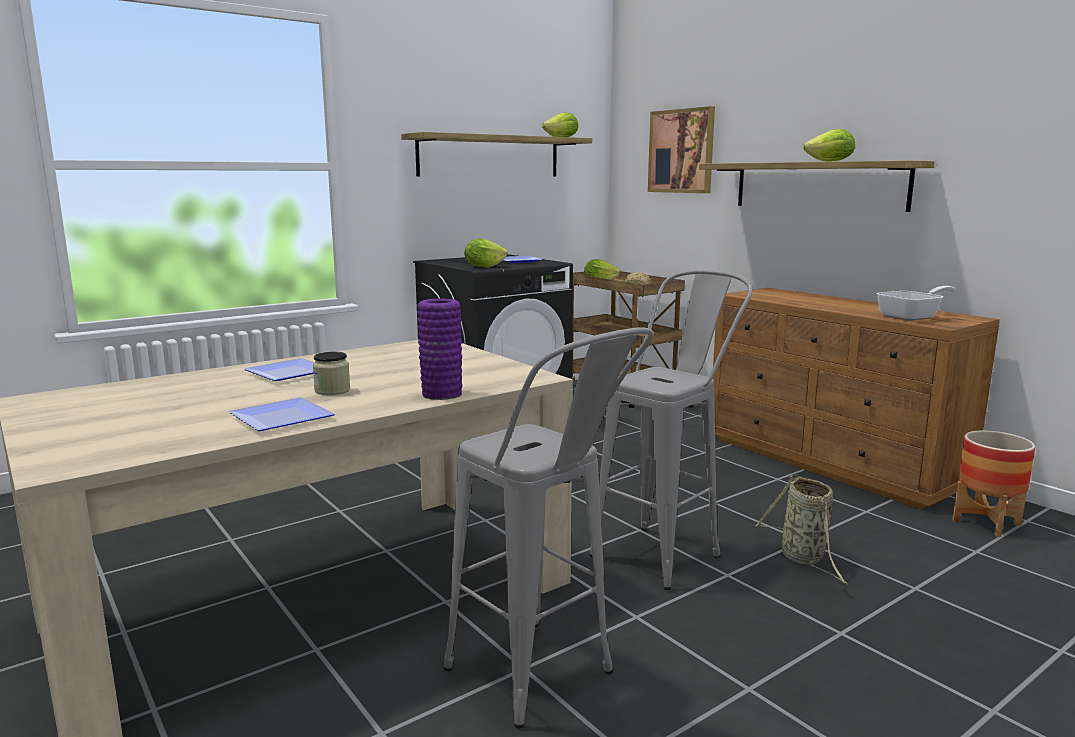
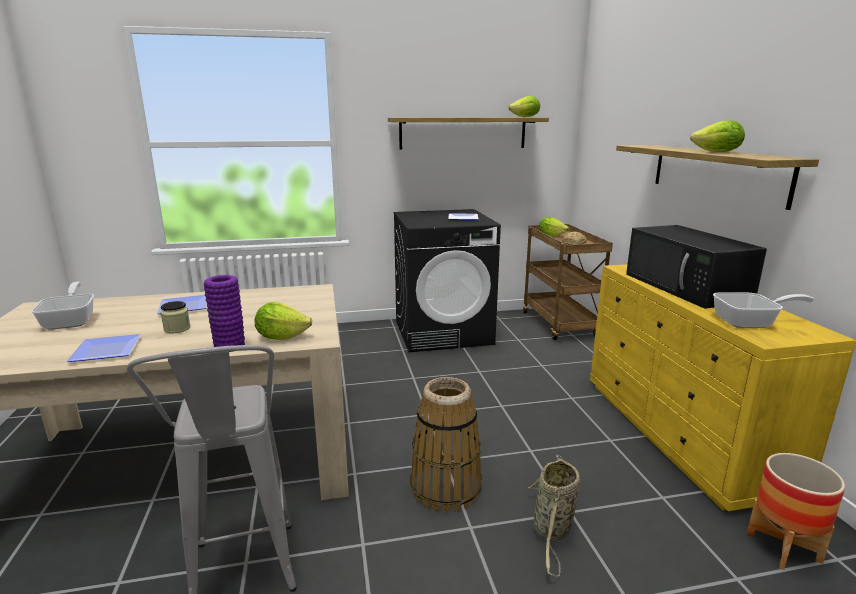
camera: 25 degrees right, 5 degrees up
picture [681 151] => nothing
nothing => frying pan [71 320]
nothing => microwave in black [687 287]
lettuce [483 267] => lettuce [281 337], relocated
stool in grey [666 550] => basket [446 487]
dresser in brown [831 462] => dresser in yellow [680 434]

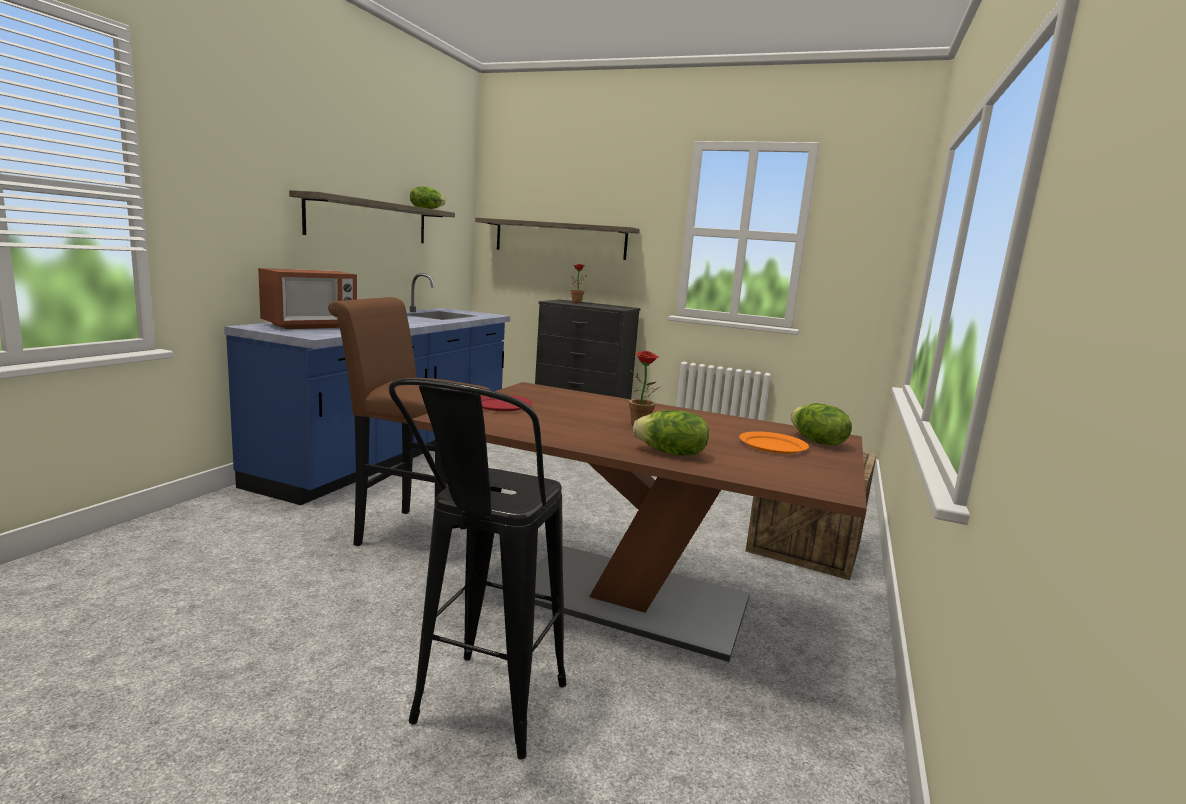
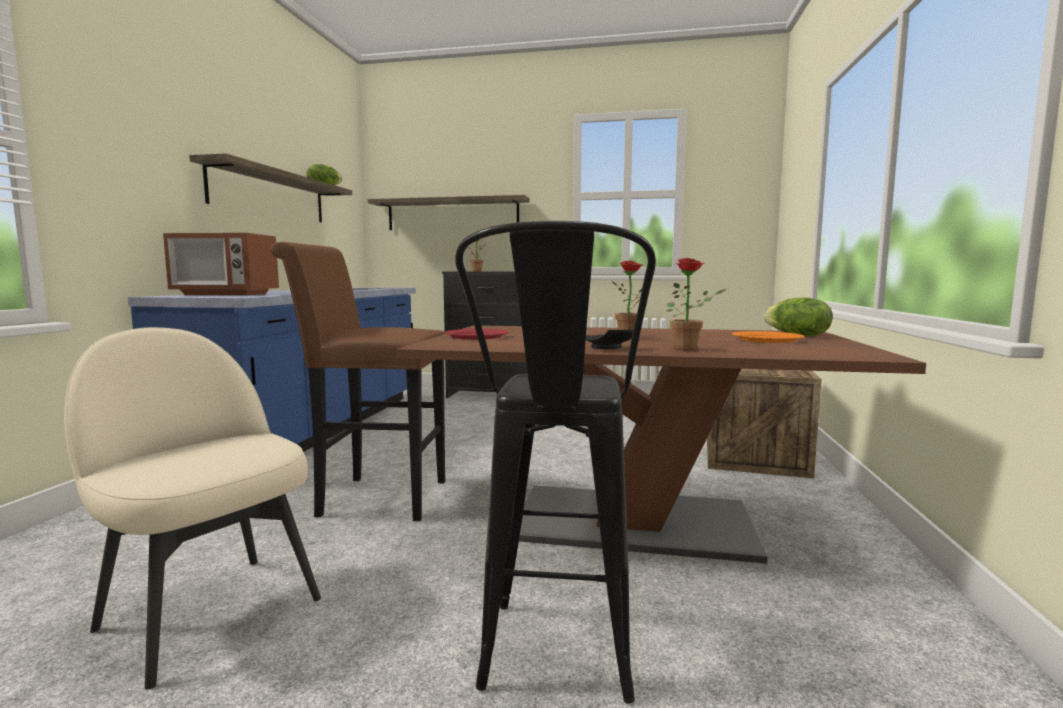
camera: 10 degrees left, 5 degrees down
nothing => chair in beige [208 611]
nothing => plate in black [609 348]
lettuce [671 453] => potted plant [690 349]
microwave [310 326] => microwave [225 294], 60 degrees clockwise

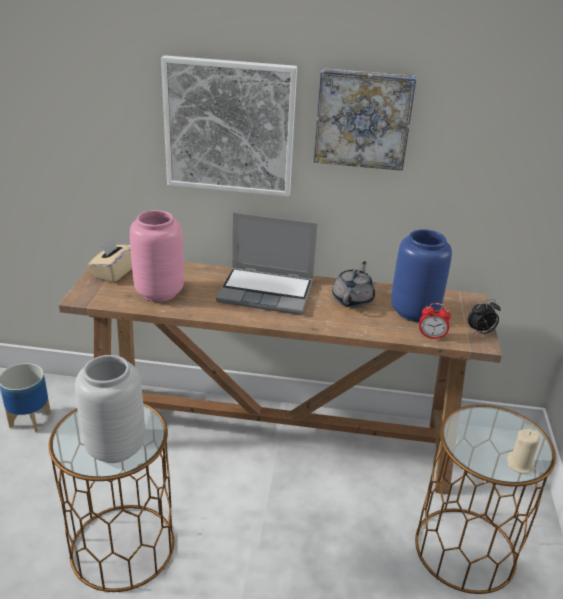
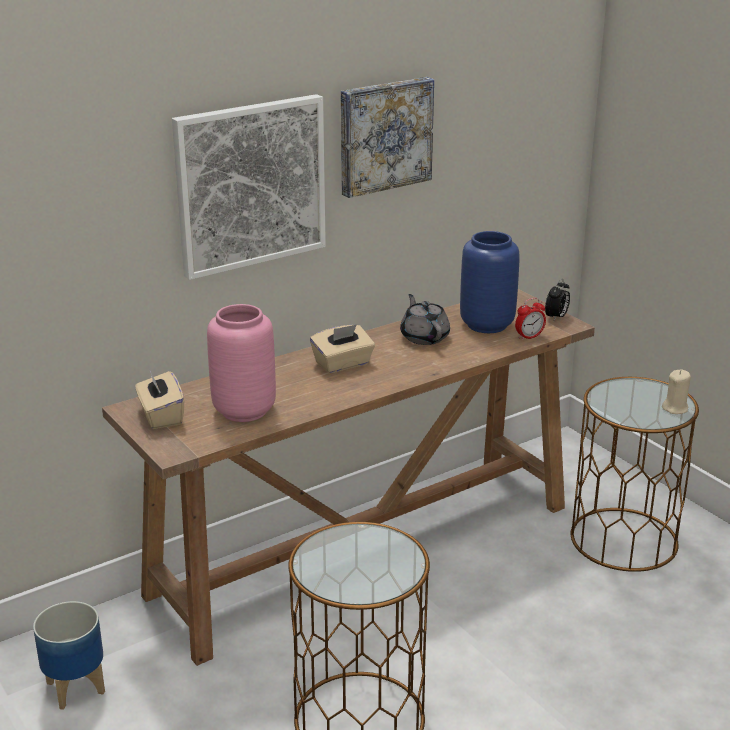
camera: 40 degrees left, 5 degrees down
vase in grey [115 448] => nothing
laptop [267 292] => tissue box in beige [343 364]

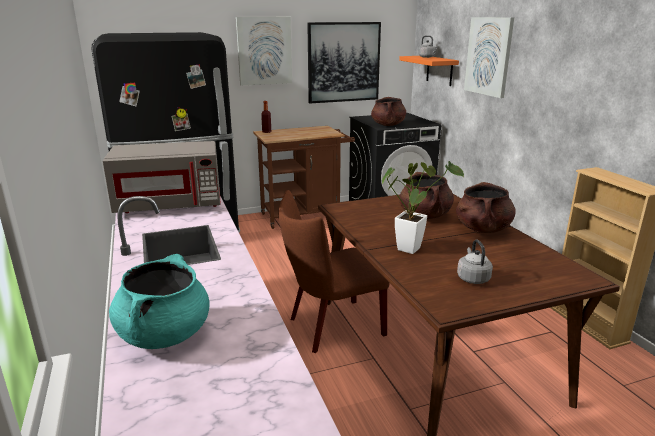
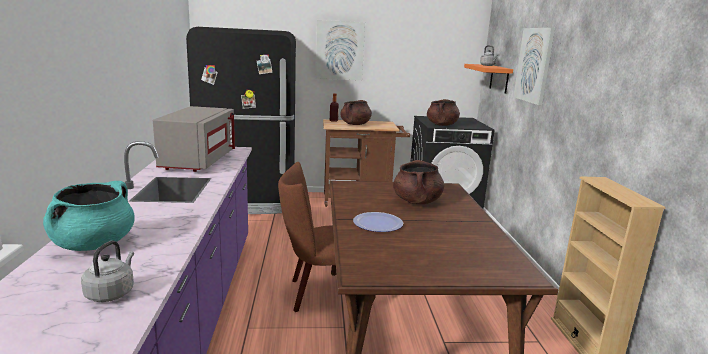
camera: 15 degrees right, 5 degrees down
picture [343 62] => nothing
cooking pot in brown [483 229] => cooking pot in brown [355 124], relocated
kettle in grey [472 278] => kettle in grey [111 293], relocated
potted plant [411 247] => plate [378 223]
microwave in grey [170 205] => microwave in grey [198 161], 90 degrees counterclockwise

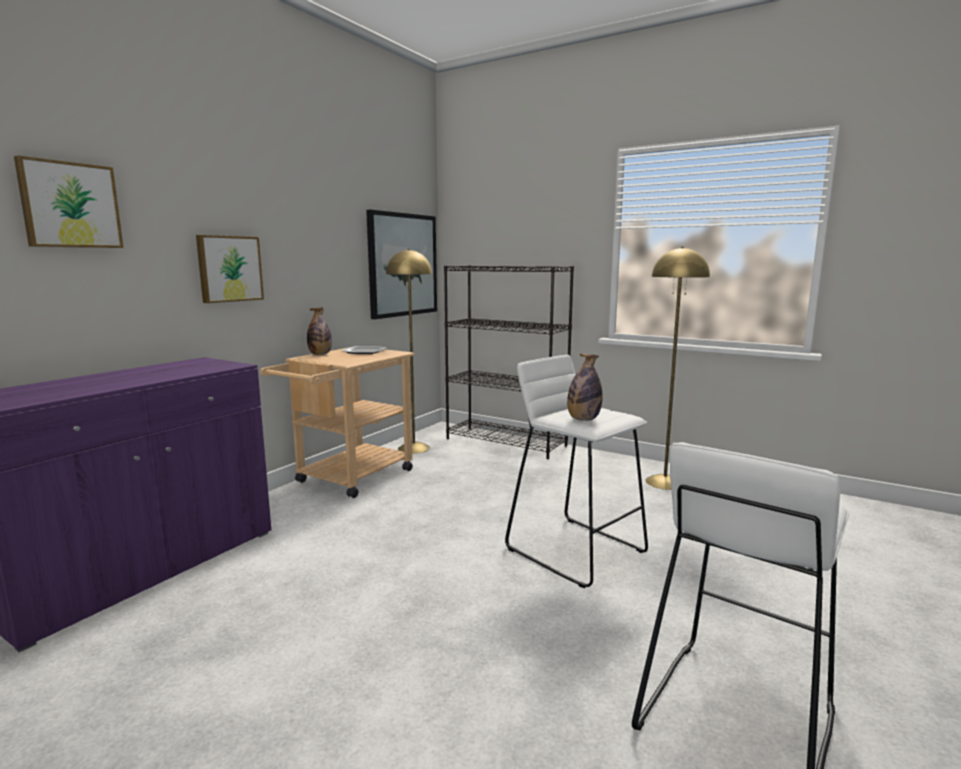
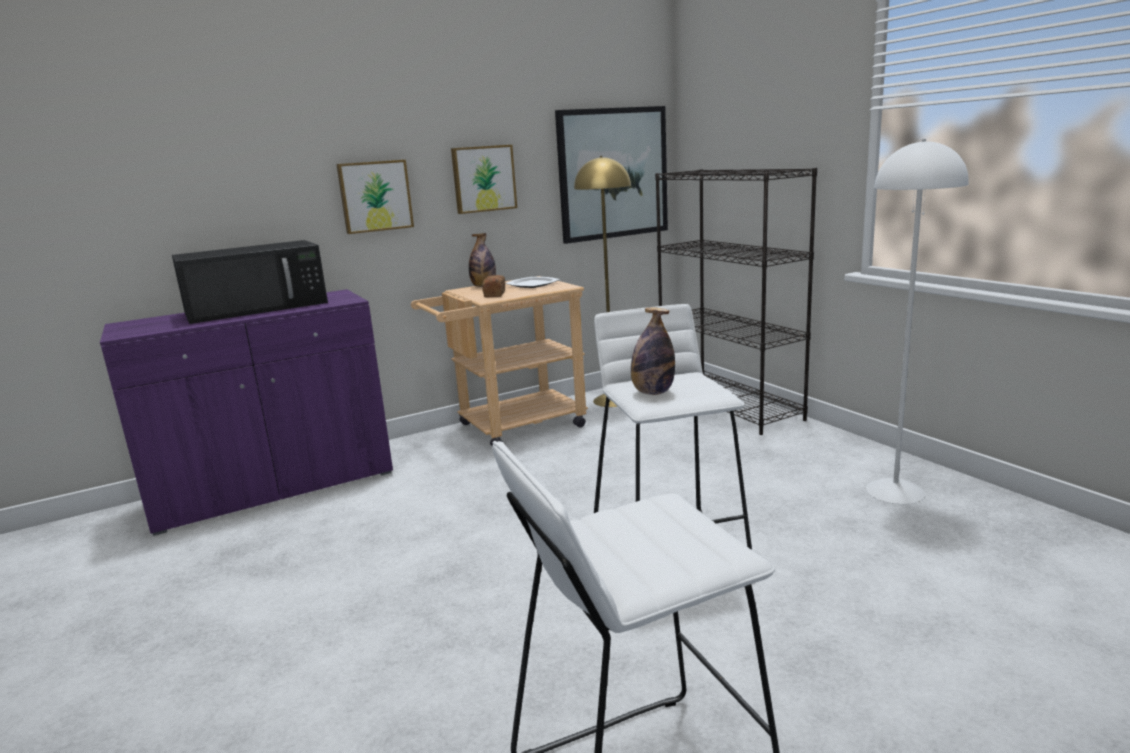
camera: 30 degrees right, 5 degrees up
nothing => microwave in black [258 307]
nothing => bread [494 294]
picture [70 205] => picture [483 179], relocated
floor lamp in yellow [665 482] => floor lamp in white [895 491]

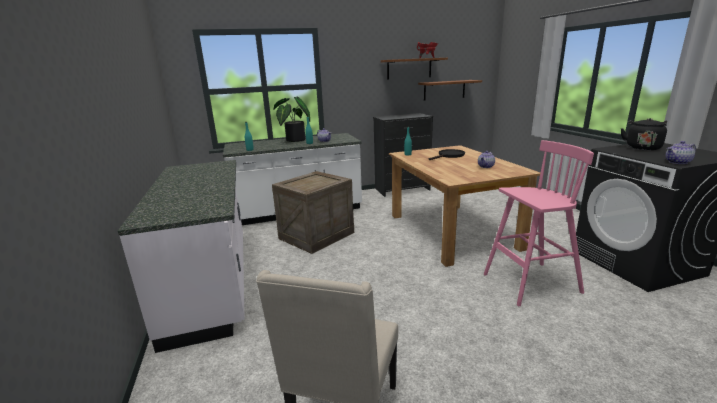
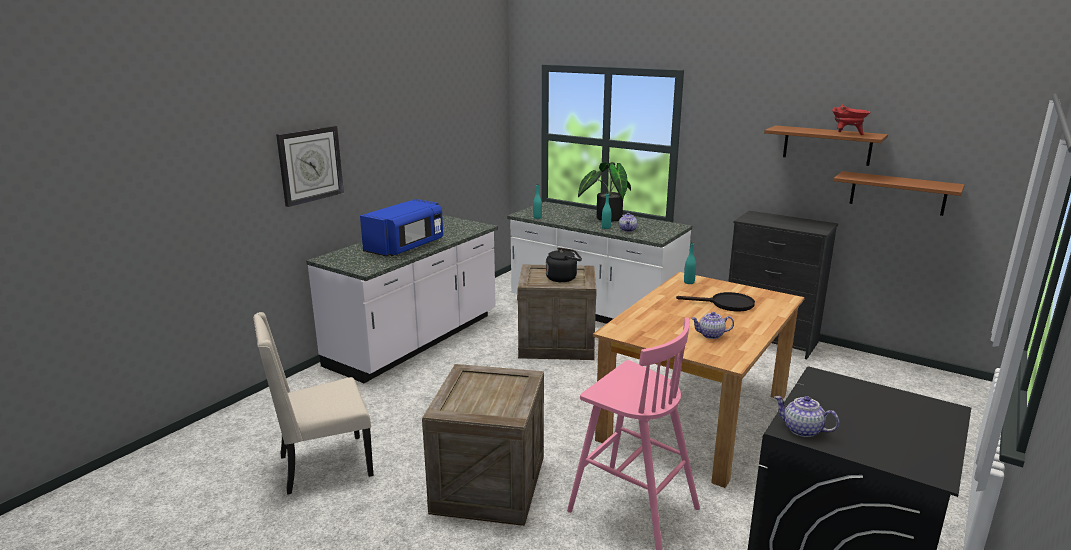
camera: 50 degrees right, 0 degrees up
nothing => wall clock [310 165]
nothing => microwave in blue [406 247]
nothing => crate [489 484]
kettle in black [642 148] => kettle in black [563 278], relocated

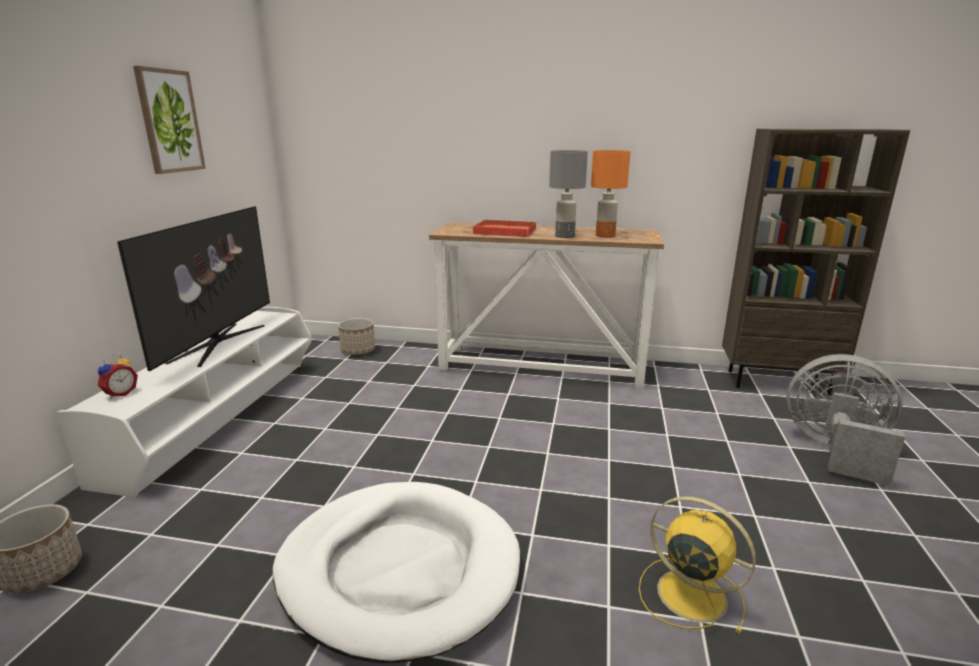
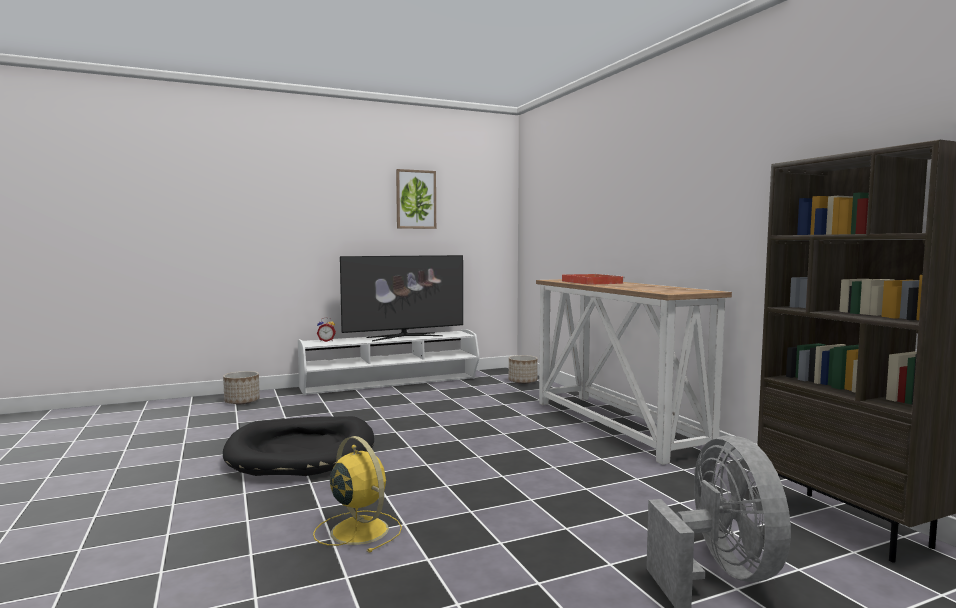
camera: 55 degrees right, 15 degrees down
table lamp in grey [564 236] => nothing
table lamp in orange [605 236] => nothing
dog bed in white [399 569] => dog bed in black [301 452]
fan in yellow [688 593] => fan in yellow [358 530], 45 degrees counterclockwise

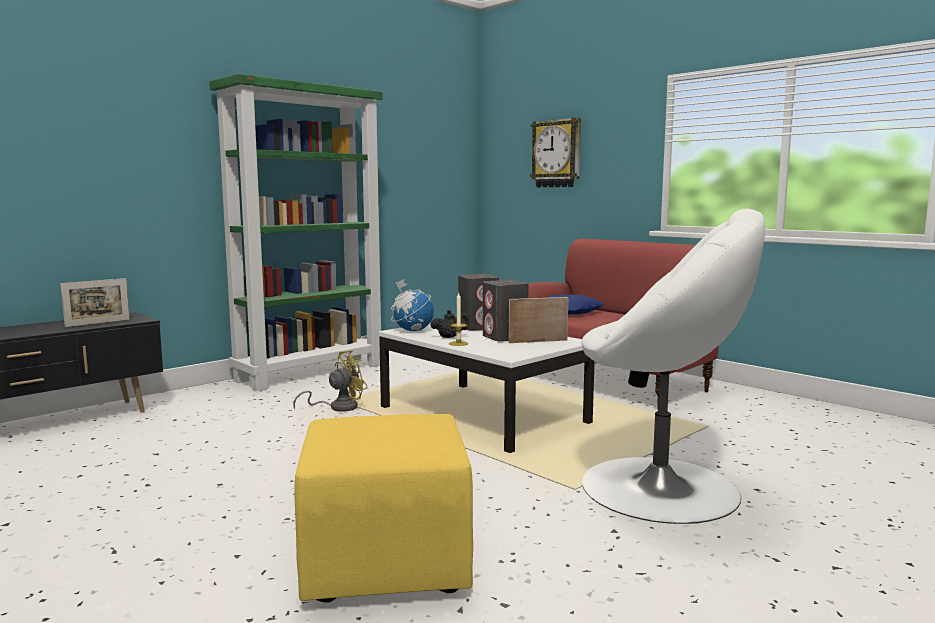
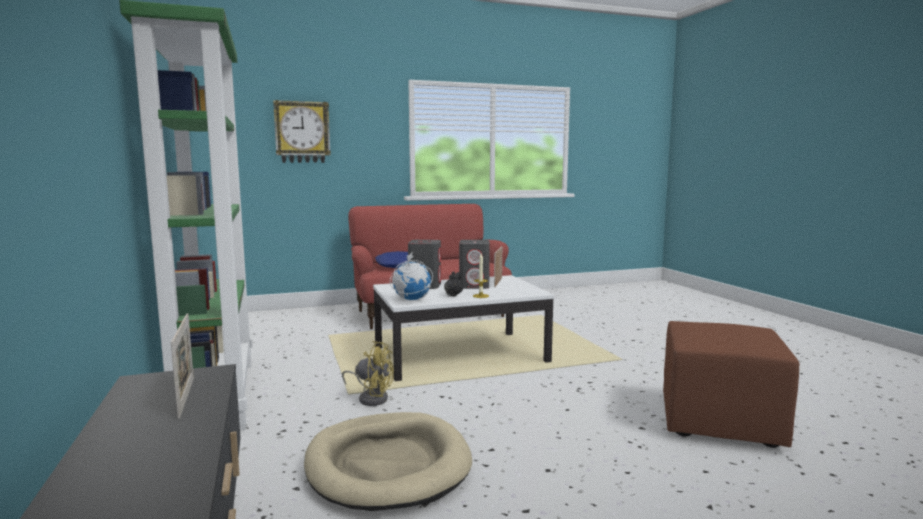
camera: 65 degrees left, 0 degrees up
armchair in white [662 488] => nothing
nothing => dog bed in beige [388 465]
ottoman in yellow [383 563] => ottoman in brown [720 423]
fan in yellow [338 407] => fan in yellow [371 398], 120 degrees clockwise

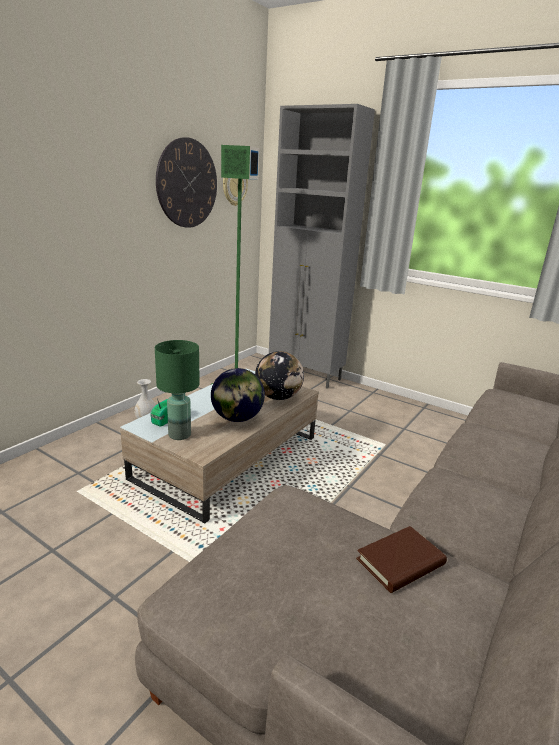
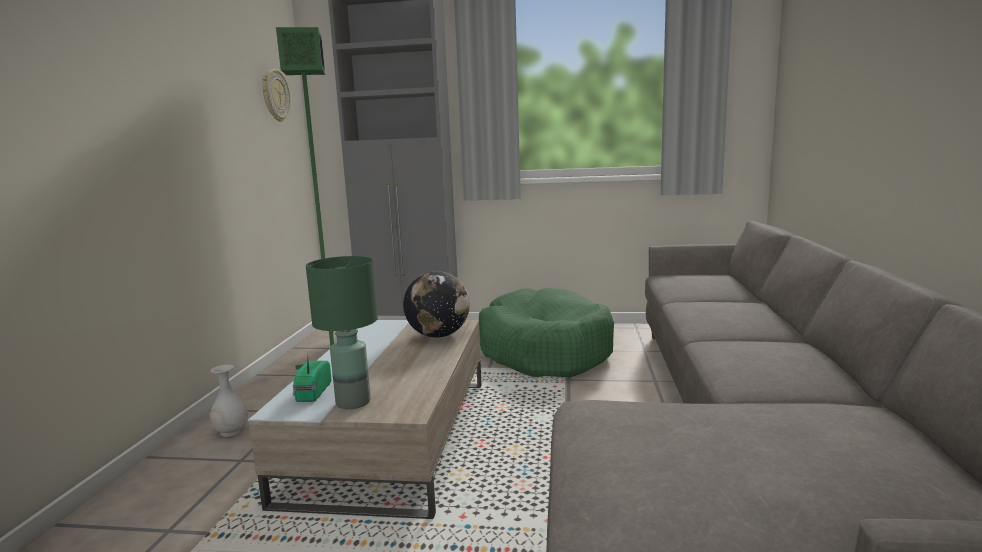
camera: 25 degrees left, 10 degrees down
wall clock [187 183] => nothing
globe [237 418] => nothing
book in brown [400 562] => nothing
nothing => dog bed in green [544 351]

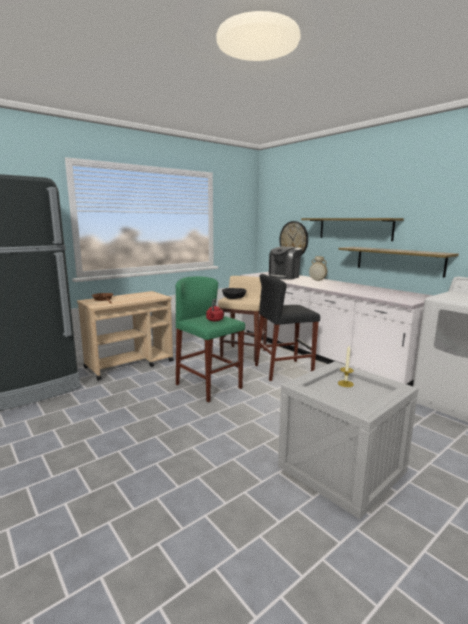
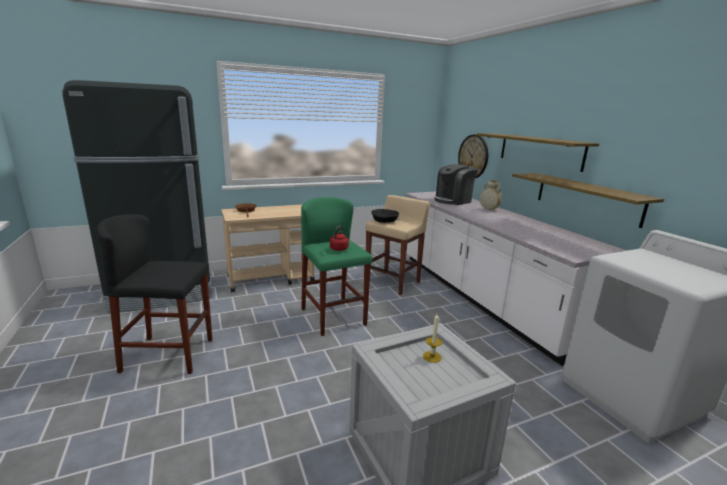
camera: 15 degrees right, 5 degrees up
stool in black [283 370] => stool in black [168 355], relocated

